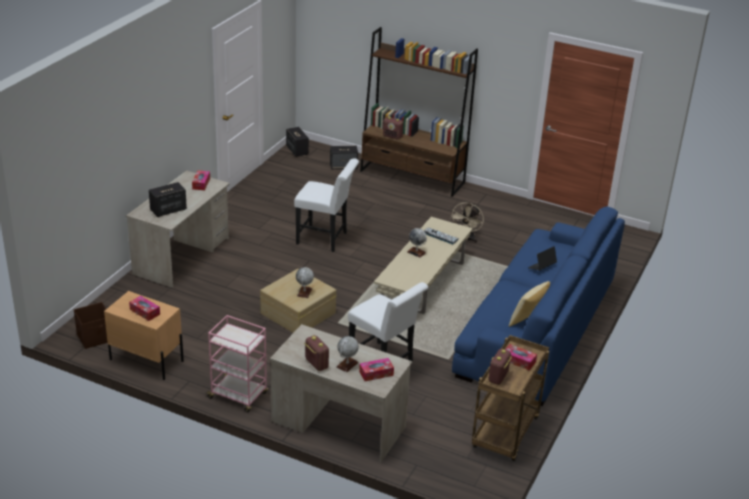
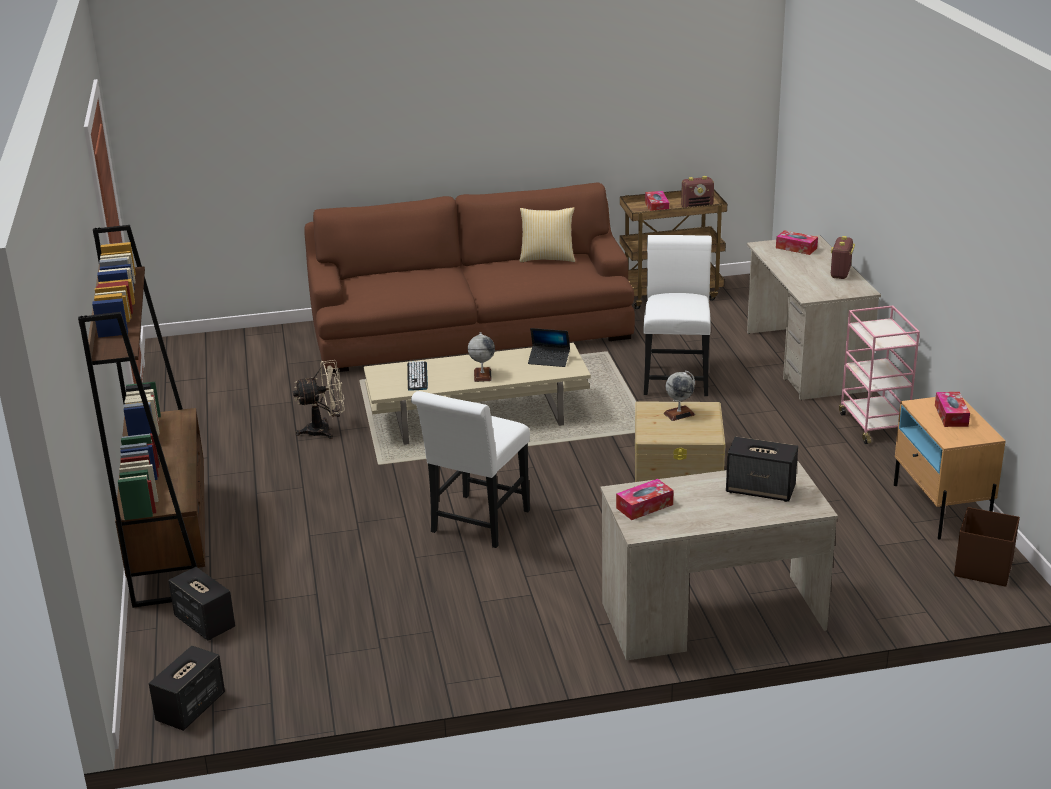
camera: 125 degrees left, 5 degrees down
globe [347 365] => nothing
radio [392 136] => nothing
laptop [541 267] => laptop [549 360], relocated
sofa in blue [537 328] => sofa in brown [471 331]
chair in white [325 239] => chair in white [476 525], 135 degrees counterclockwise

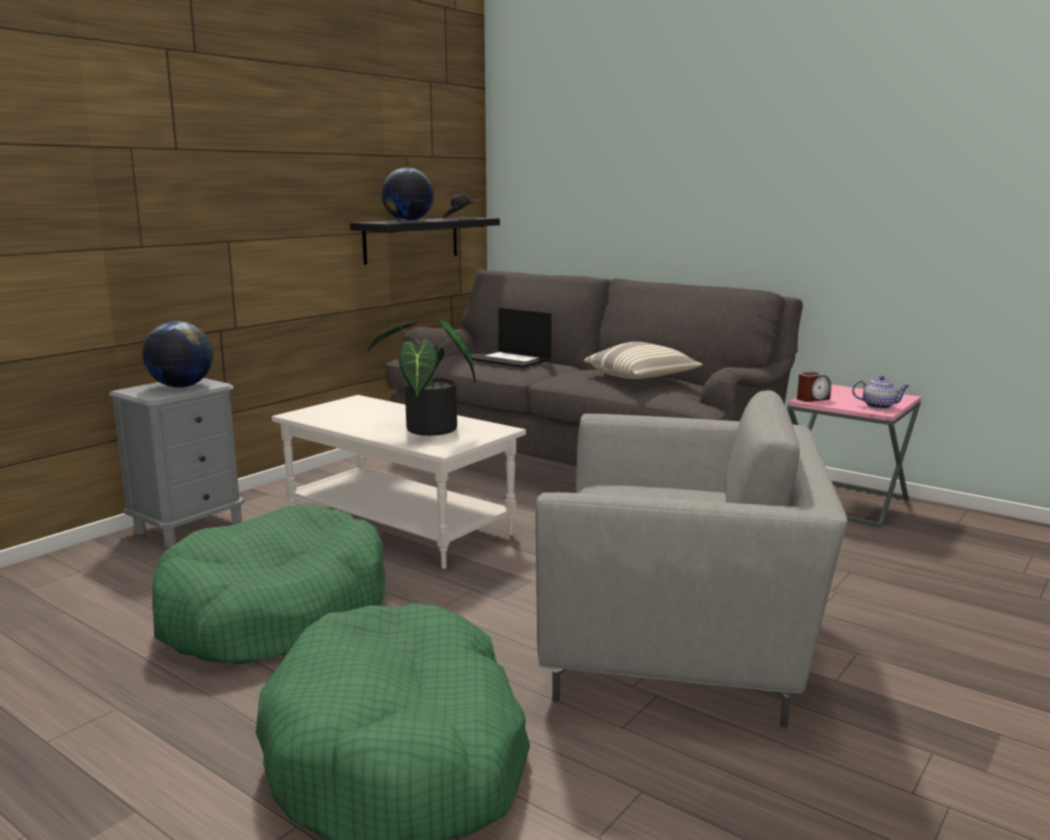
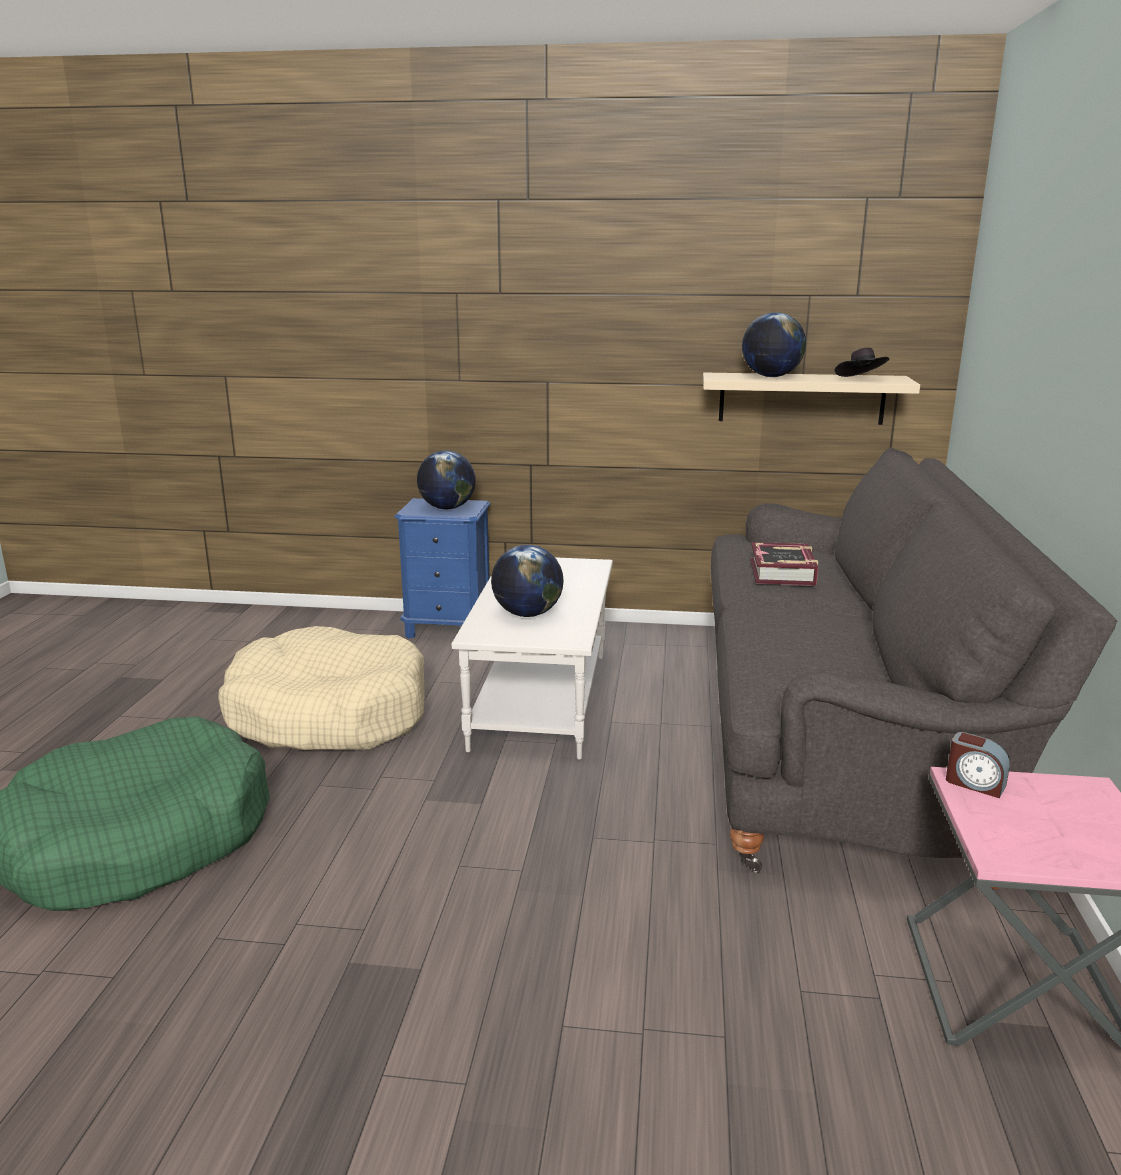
camera: 60 degrees right, 5 degrees up
armchair in grey [682 643] => nothing
pillow [642 378] => nothing
teapot [879 406] => nothing
potted plant [427 431] => globe [527 614]
laptop [512 360] => book [783 572]
nightstand in grey [189 527] => nightstand in blue [448 629]
dog bed in green [274 612] => dog bed in beige [328 714]
shelf in black [411 239] => shelf in beige [801 398]

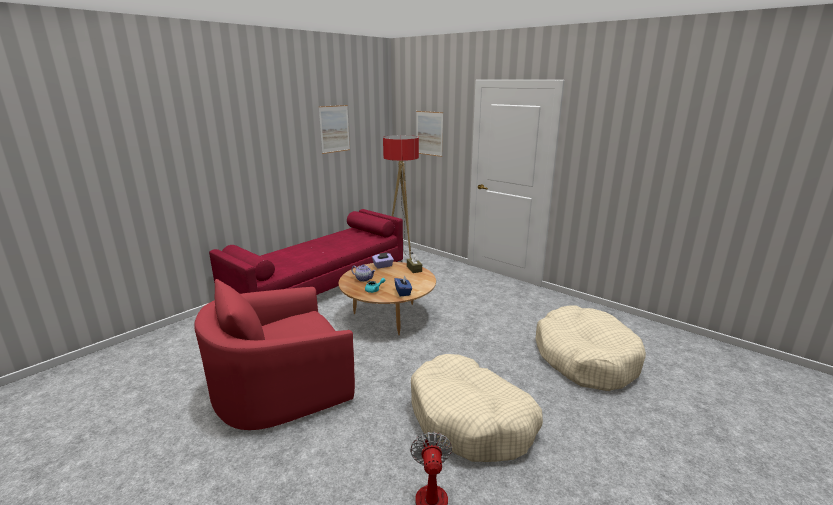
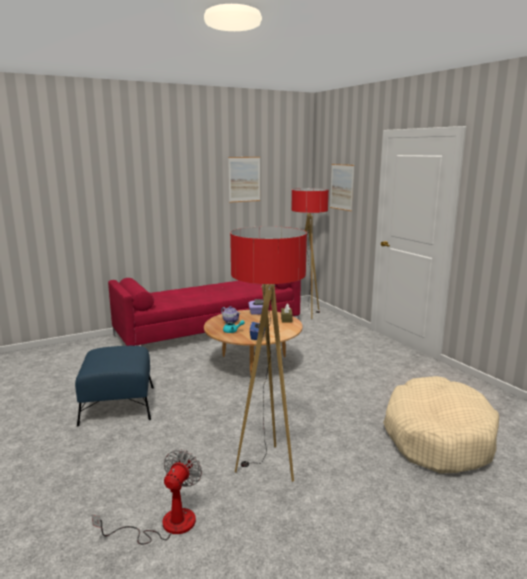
camera: 20 degrees right, 5 degrees down
armchair in red [281 388] => ottoman in blue [118 405]
dog bed in beige [471 420] => floor lamp [267 466]

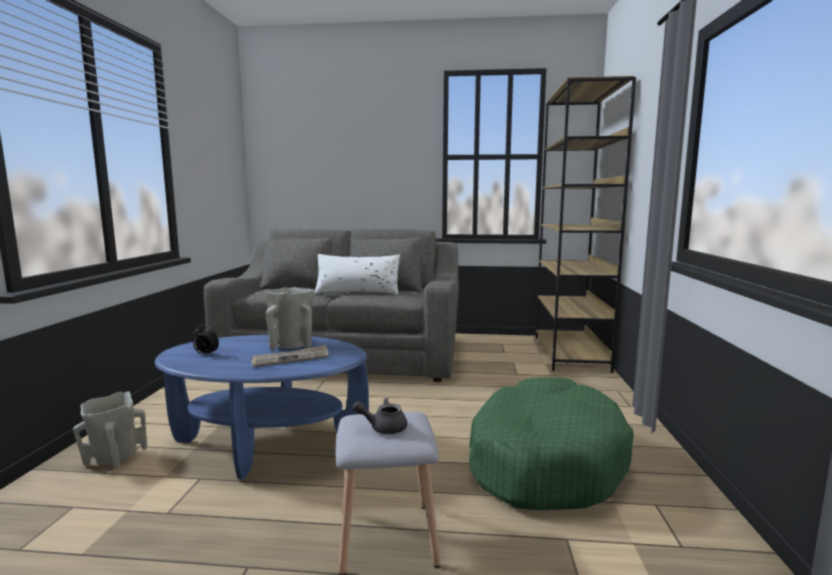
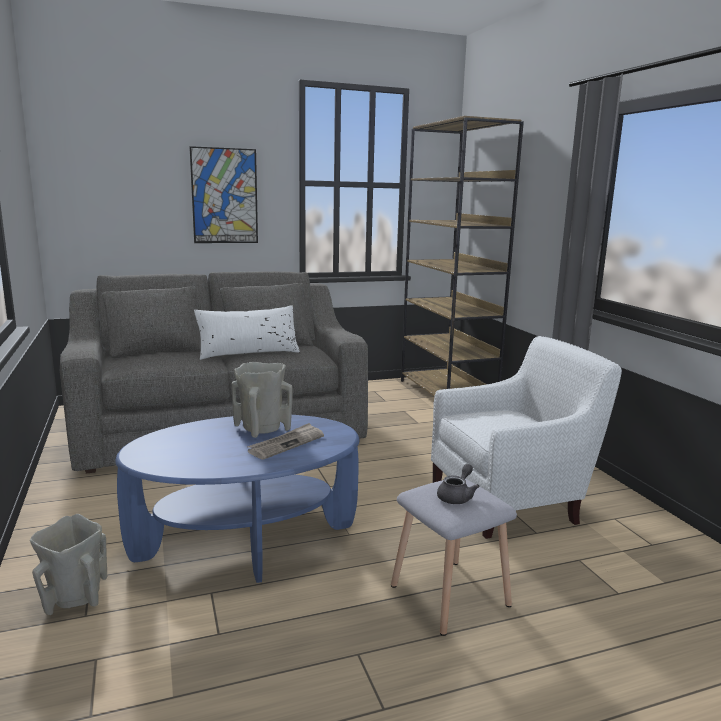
camera: 25 degrees left, 5 degrees up
alarm clock [206 354] => nothing
nothing => picture [224 196]
dog bed in green [543 460] => armchair in white [511 501]
teapot in grey [383 427] => teapot in grey [457 496], 150 degrees clockwise

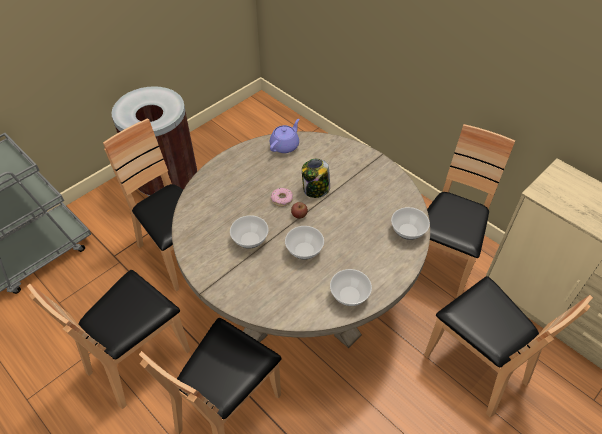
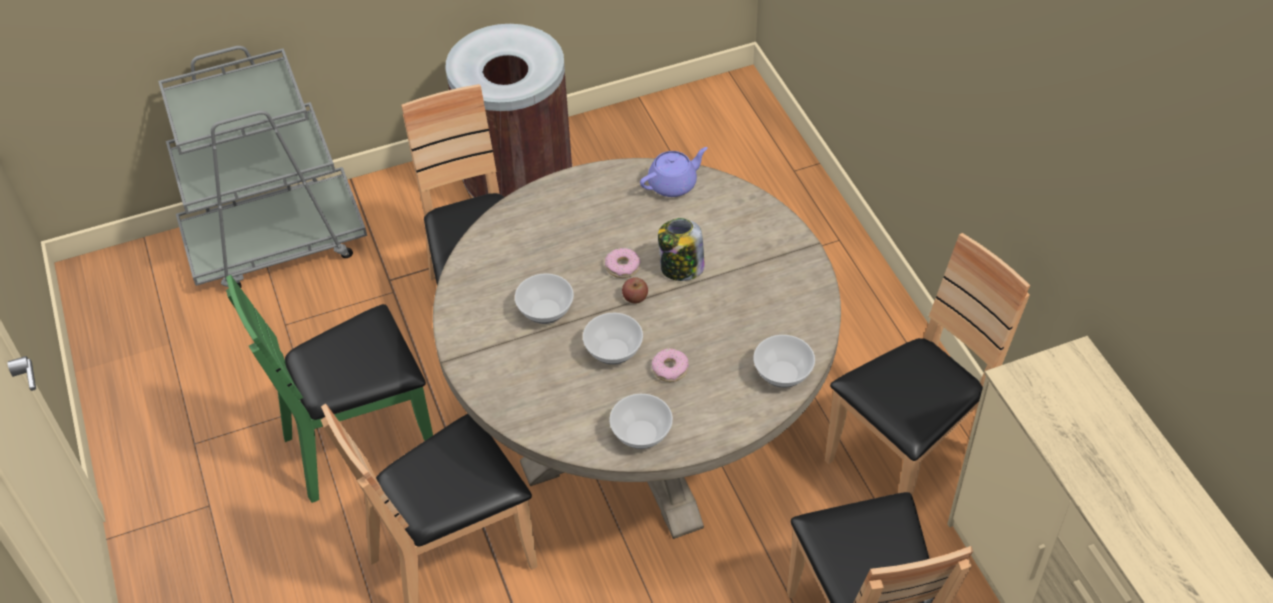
camera: 25 degrees right, 0 degrees up
nothing => donut [670 369]
chair in brown [138 359] => chair in green [361 443]

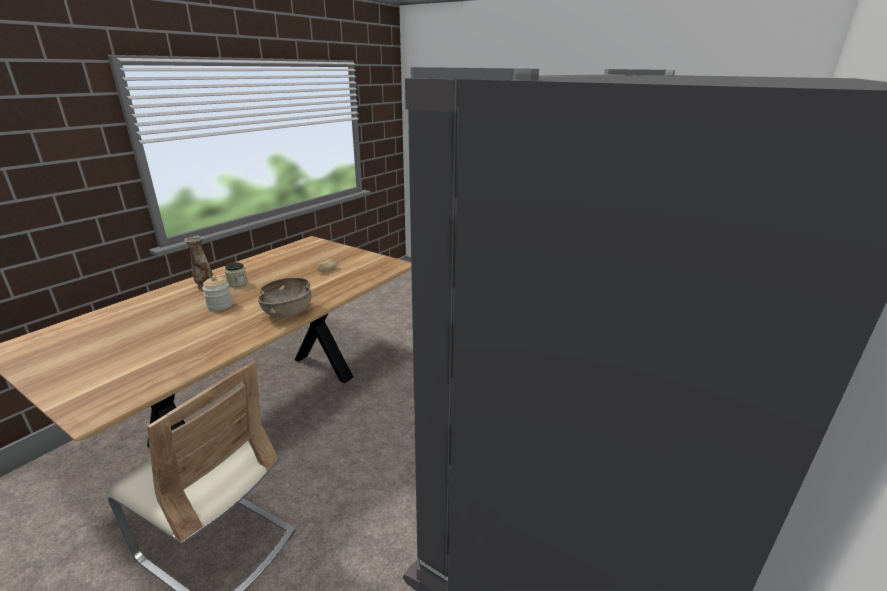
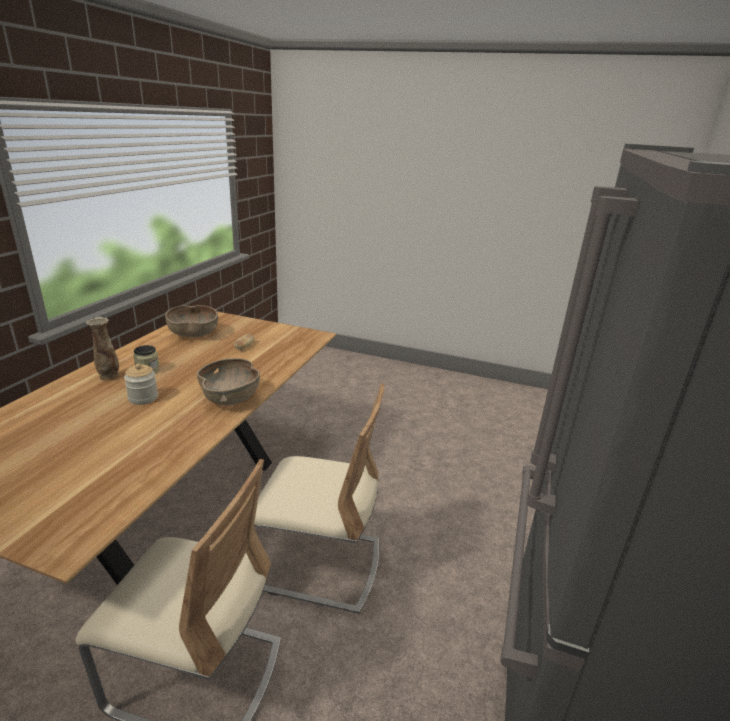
camera: 15 degrees left, 0 degrees up
nothing => bowl in brown [194 334]
nothing => chair in beige [319 564]

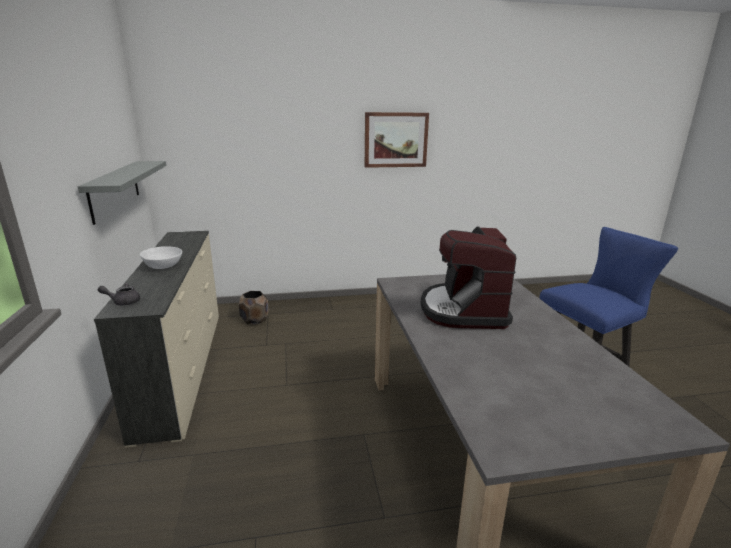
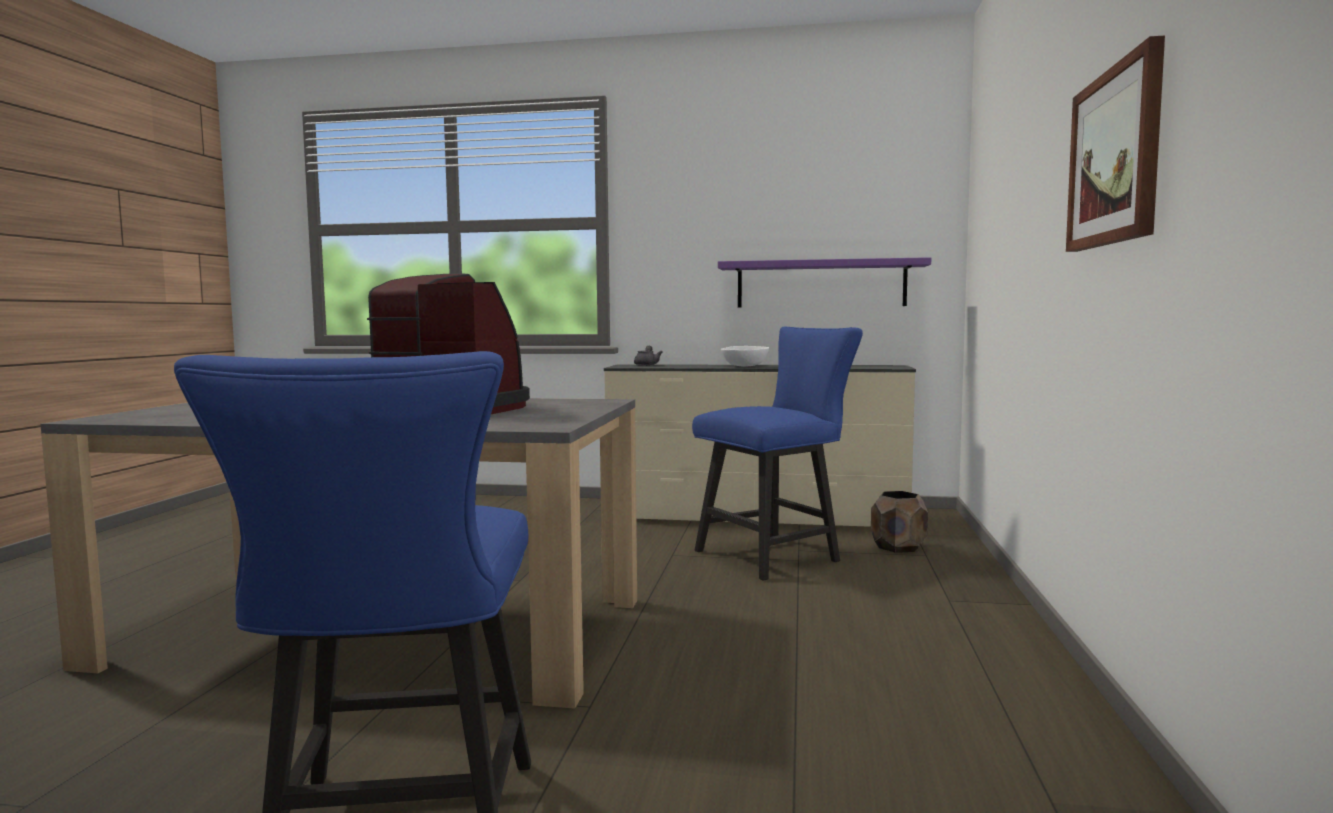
camera: 110 degrees right, 15 degrees down
nothing => chair in blue [776 555]
shelf in grey [115 189] => shelf in purple [821 284]

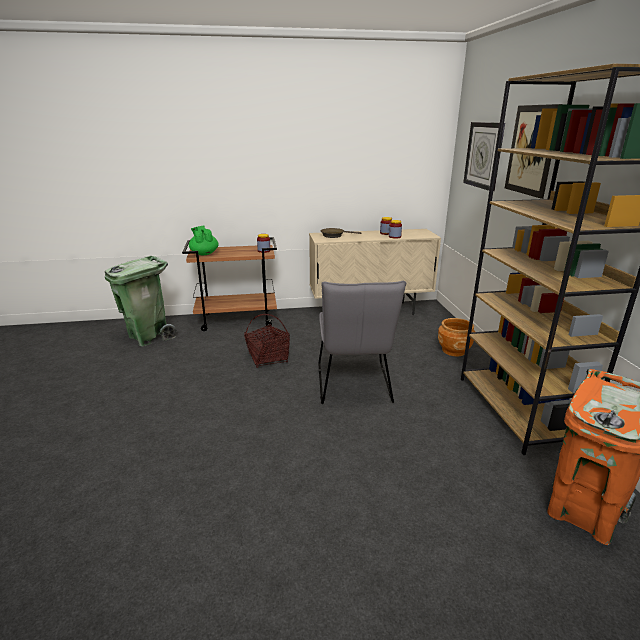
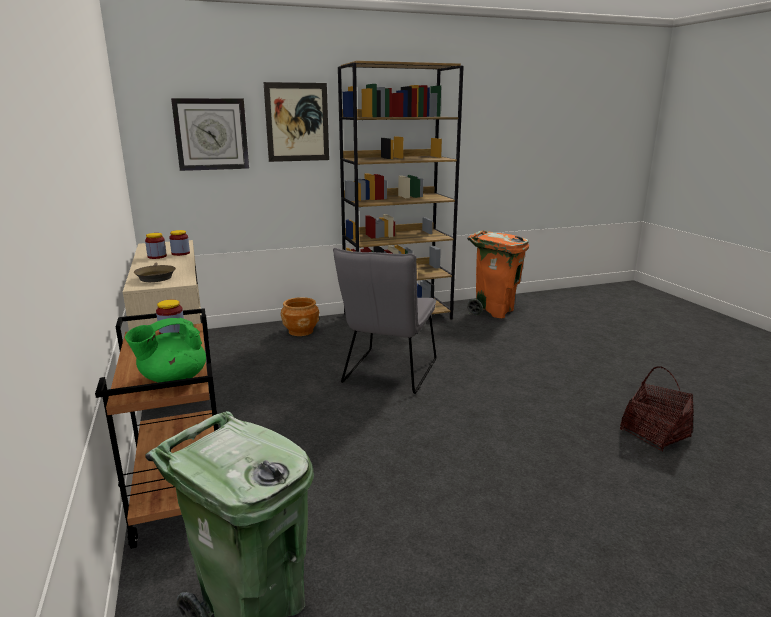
camera: 100 degrees left, 5 degrees down
basket [268 358] => basket [654 433], relocated
chair in grey [354 386] => chair in grey [387 374], 120 degrees clockwise

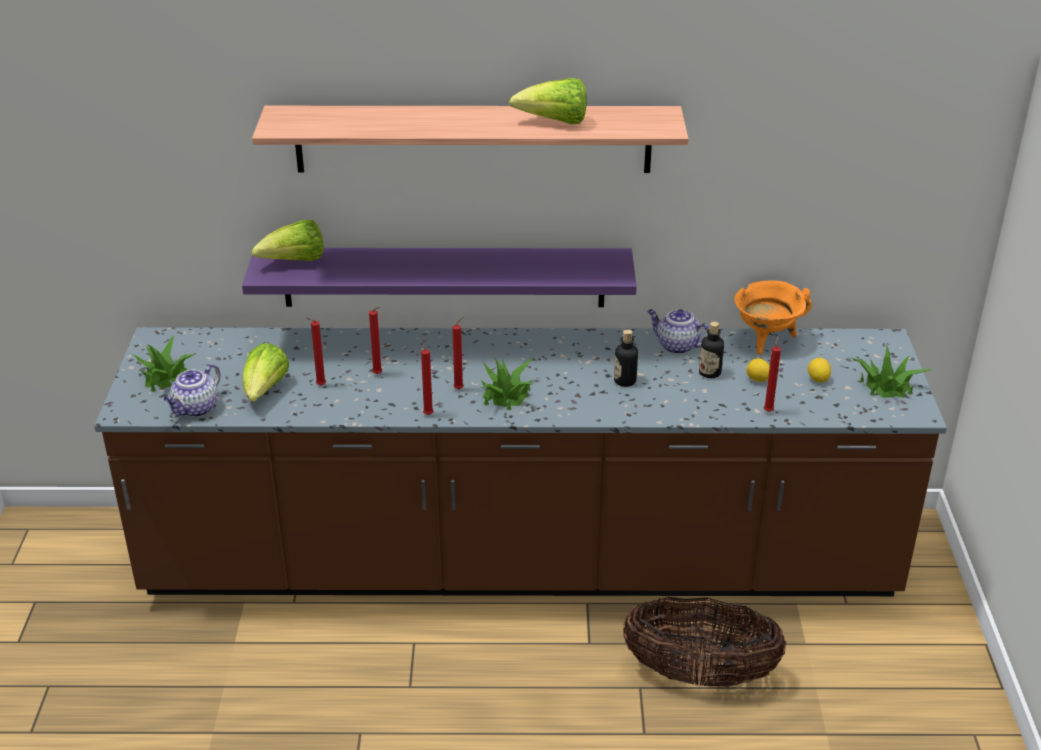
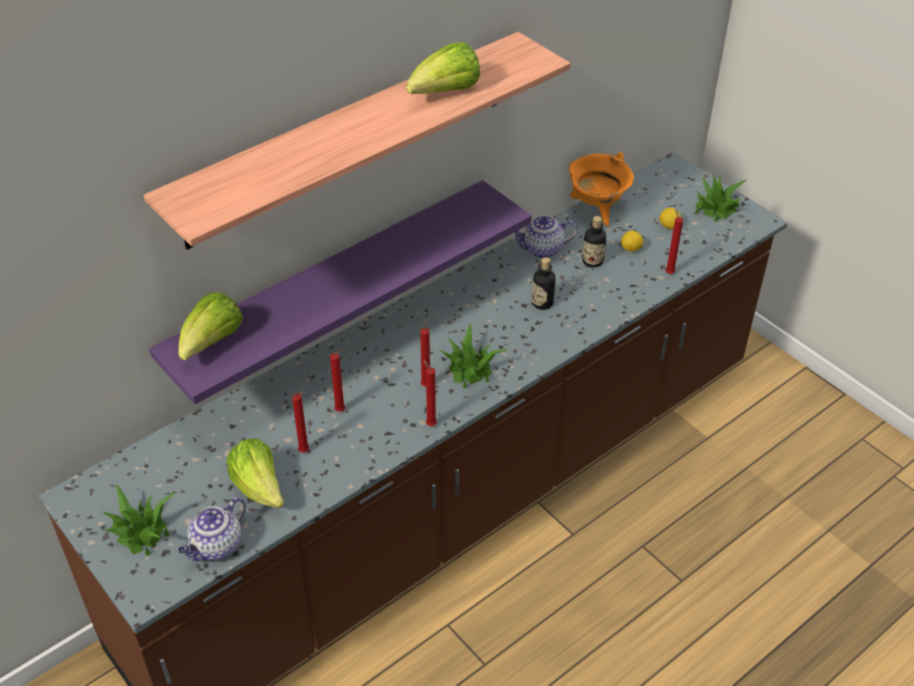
camera: 40 degrees left, 10 degrees up
basket [699 674] => nothing
teapot [196 409] => teapot [216 547], 45 degrees clockwise

